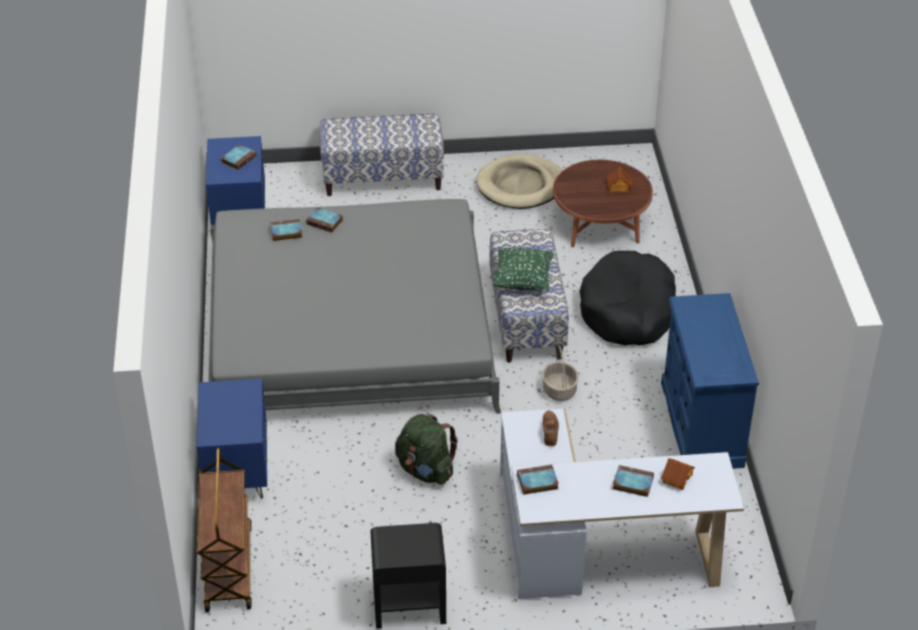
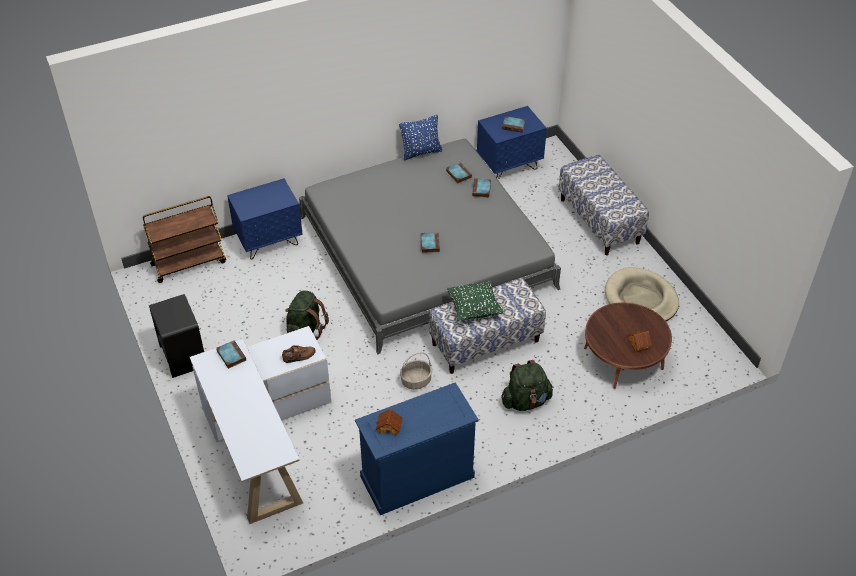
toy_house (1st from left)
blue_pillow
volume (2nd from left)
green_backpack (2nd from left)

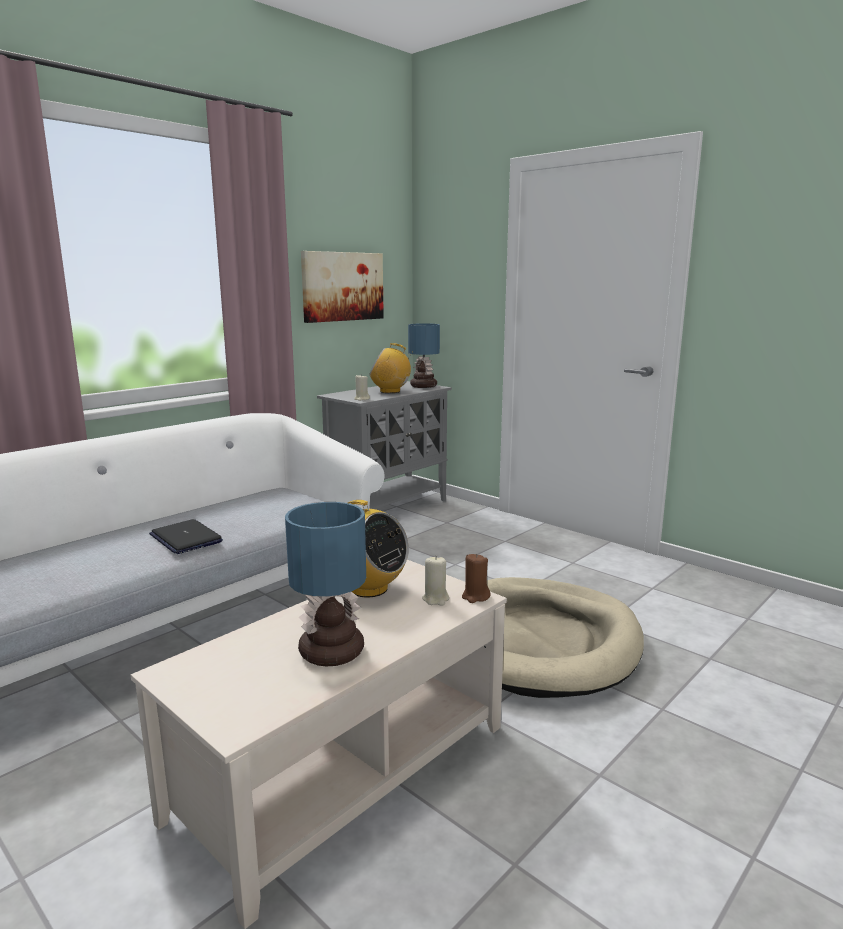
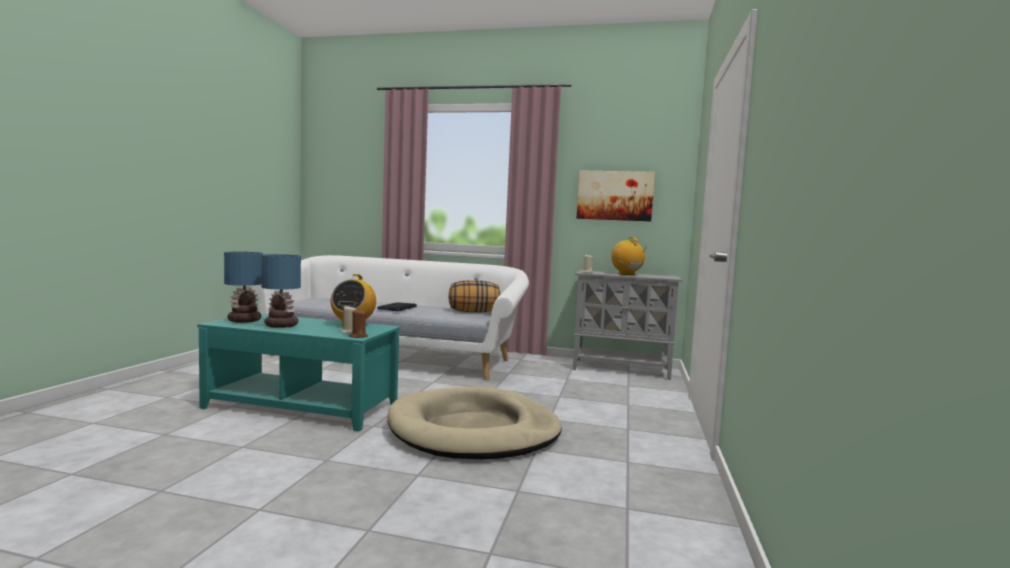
blue-green_coffee_table
lamp_for_a_table (1st from left)
pillow

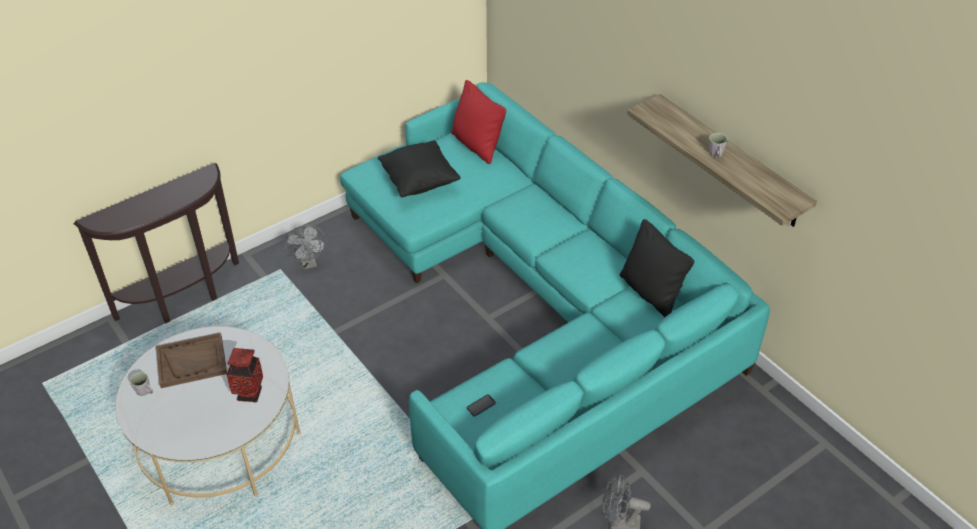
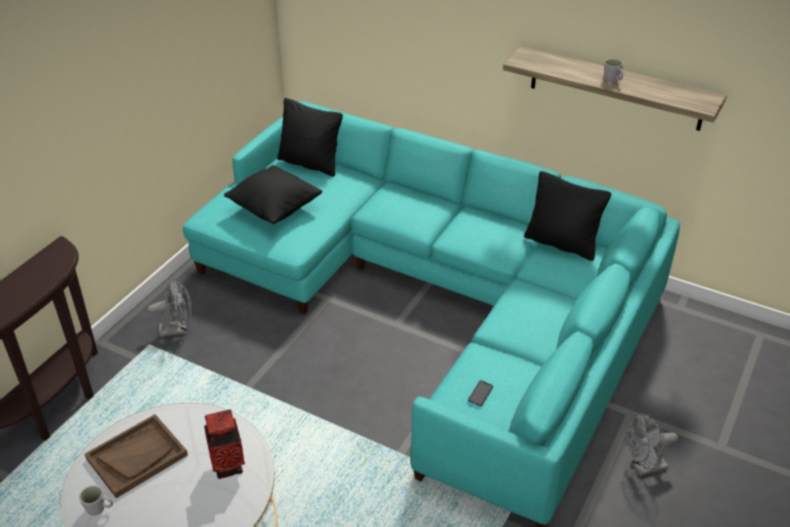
grey_cooling_fan (1st from left)
black-coloured_pillow (2nd from left)

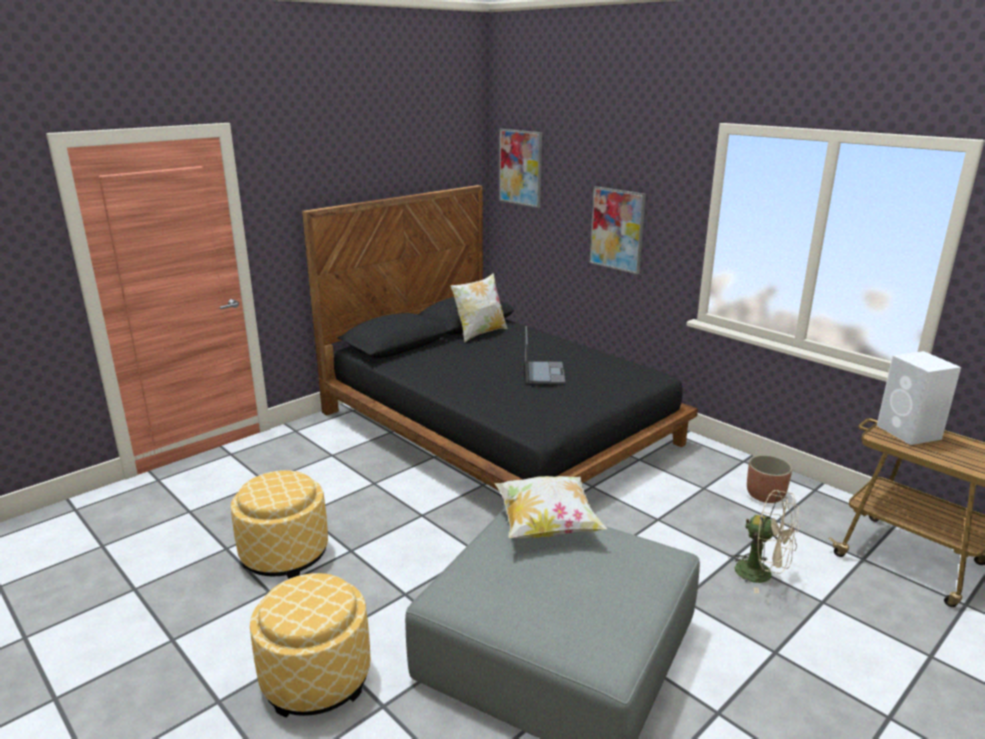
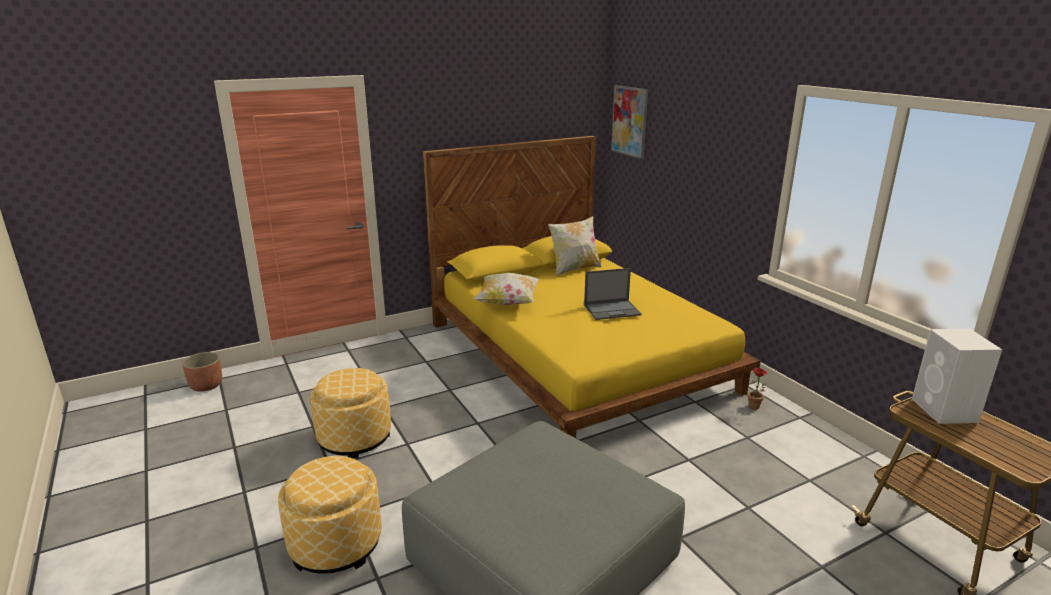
flower_pot
yellow_bed
pillow (1st from left)
laptop
houseplant
picture (2nd from left in the first image)
sand-coloured_cooling_fan

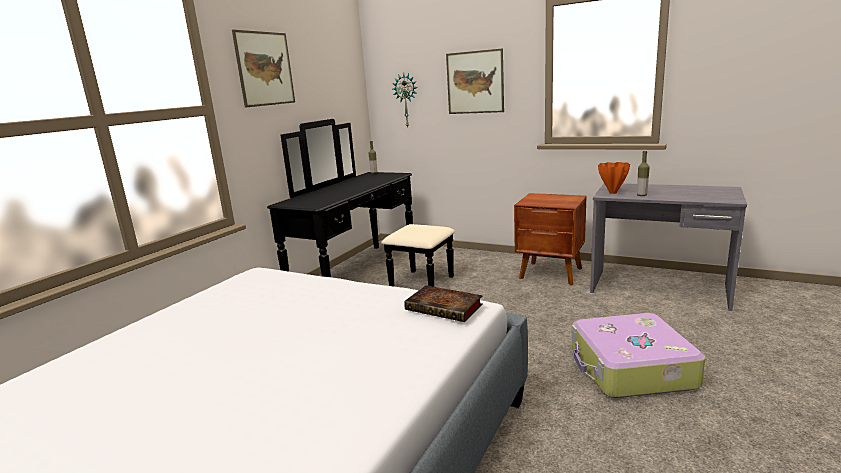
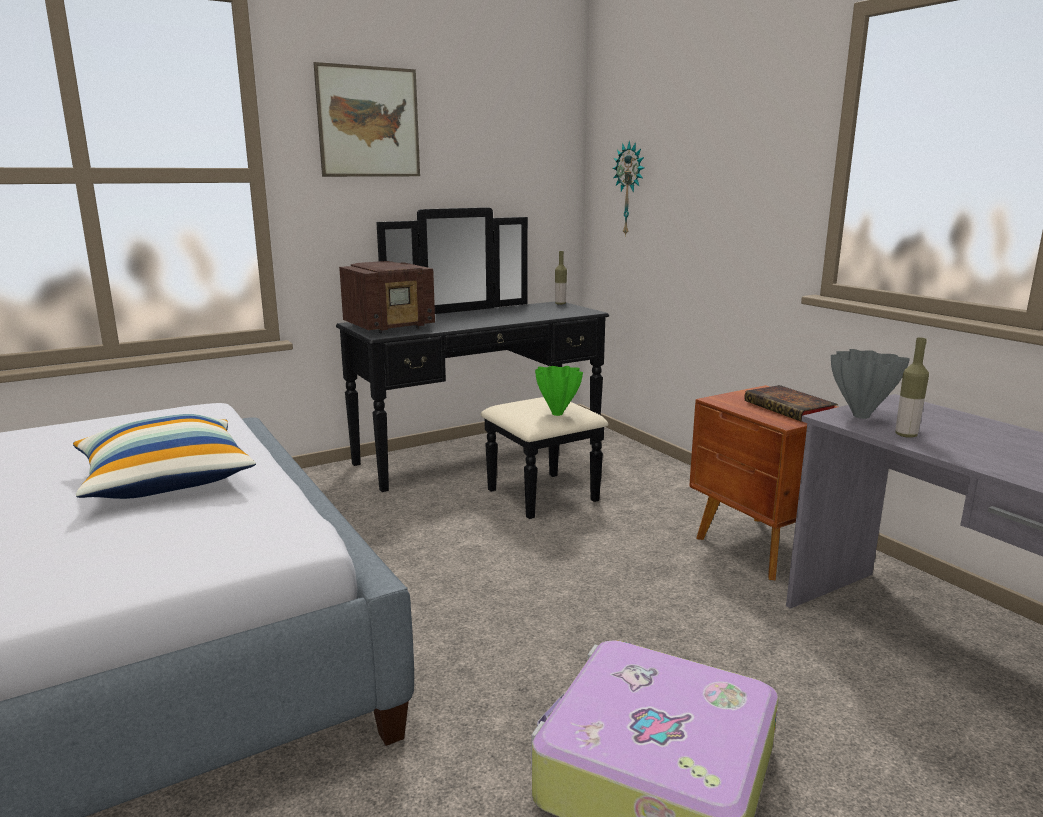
pillow
radio_set
green_vase
volume
grey_vase
picture (2nd from left in the first image)

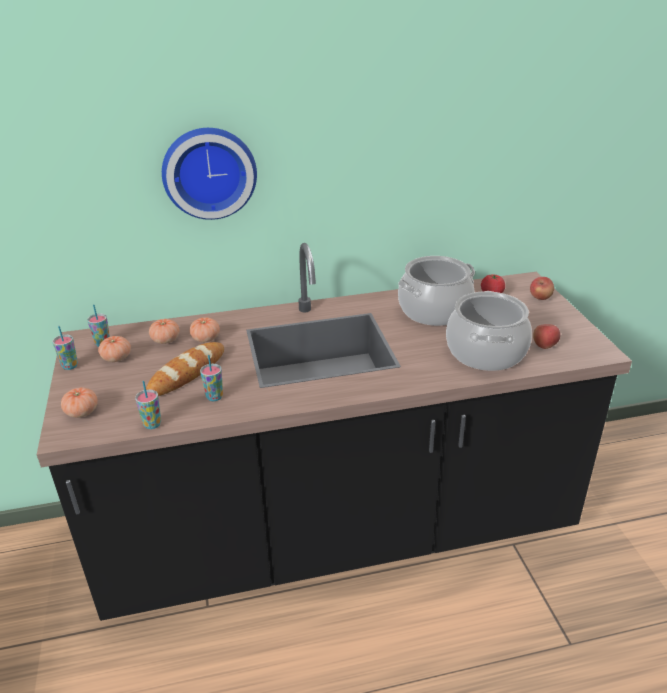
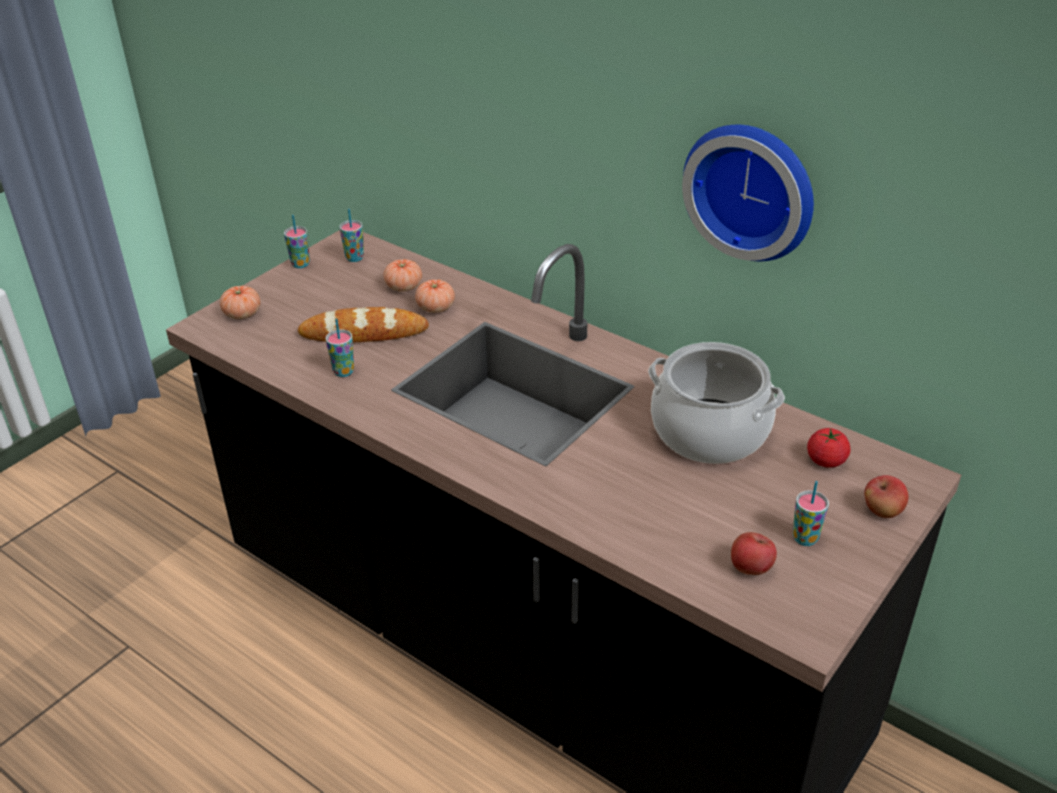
hanging_clock
cup (4th from left)
fresh_tomato (2nd from left in the first image)
saucepot (2nd from left in the first image)

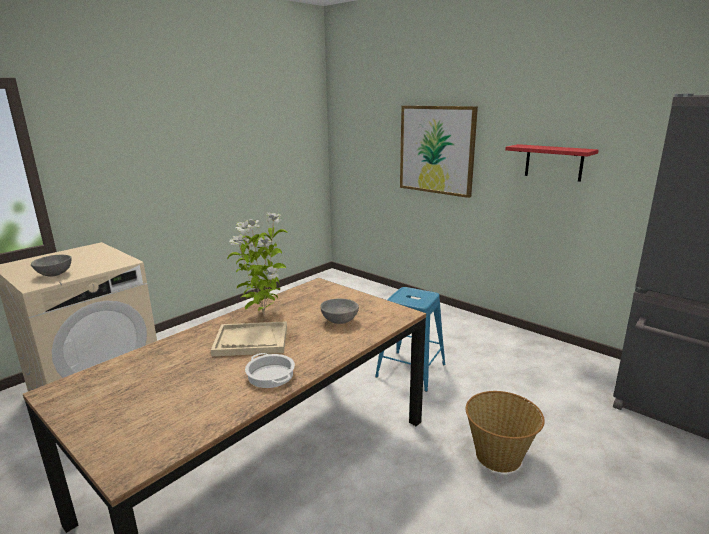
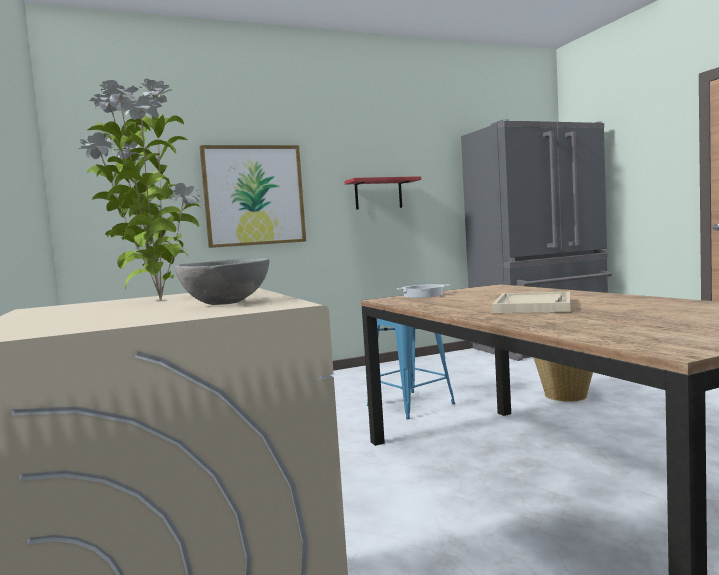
houseplant
saucepot
grey_deep_dish (2nd from left in the first image)

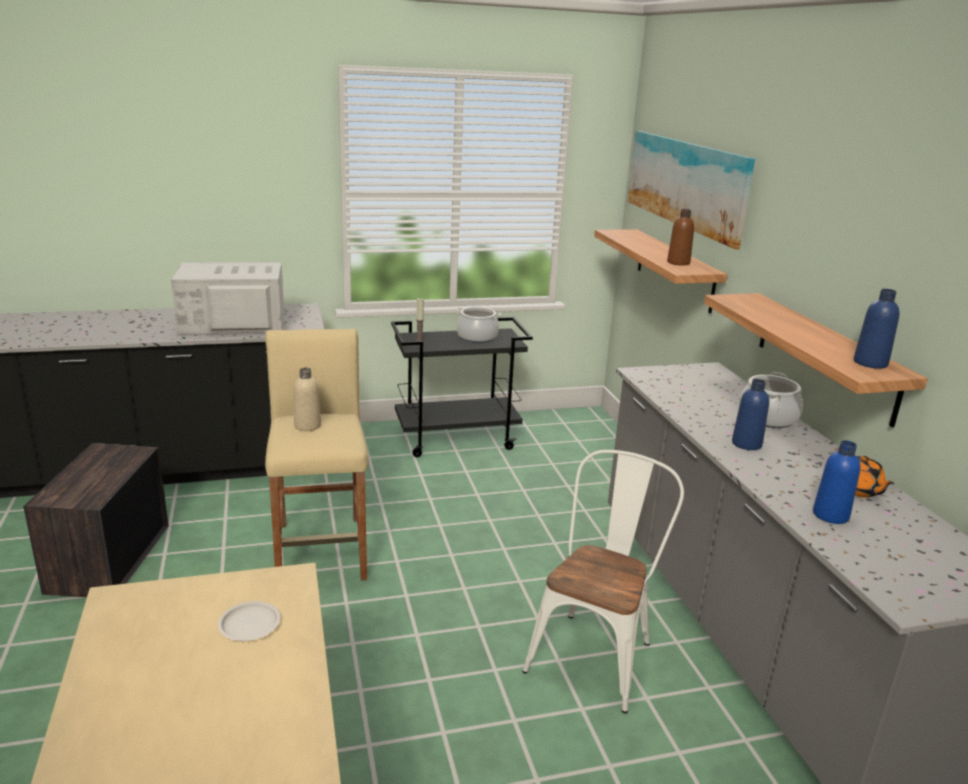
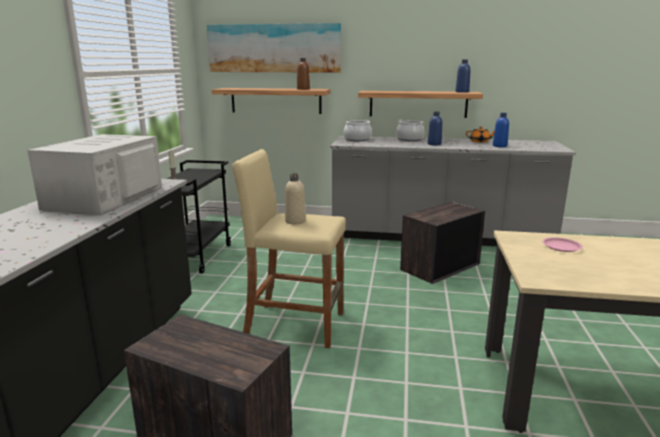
saucepot (1st from left)
shipping_crate (2nd from left)
pink_flat_dish

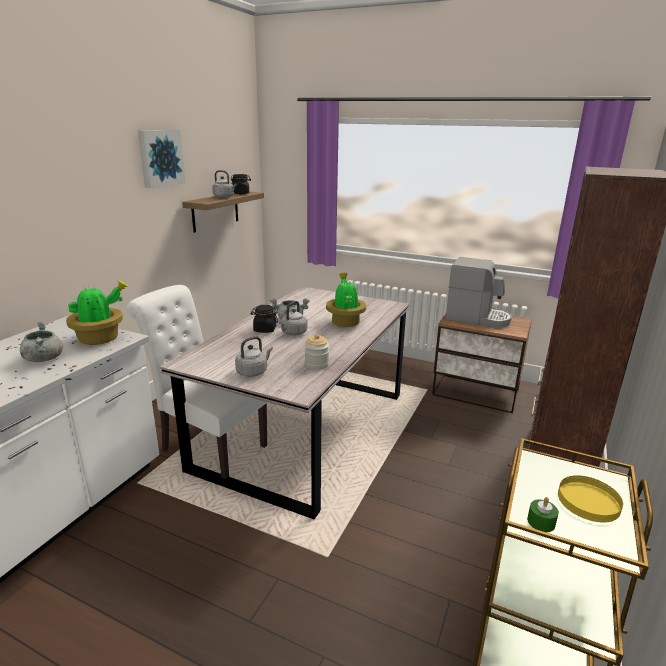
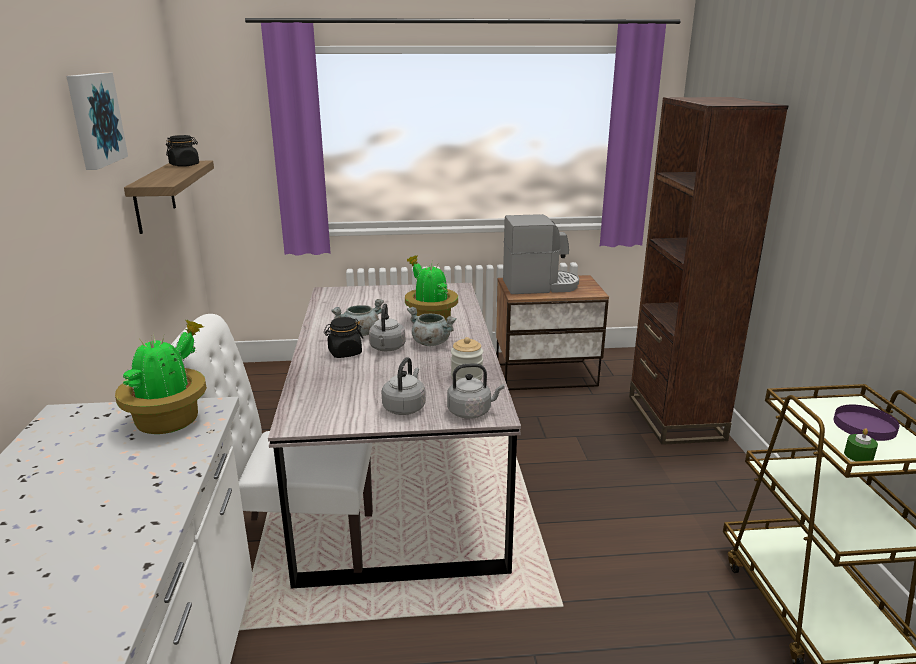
grey_saucepot (2nd from left)
grey_tea_kettle (3rd from left)
purplish_flat_dish

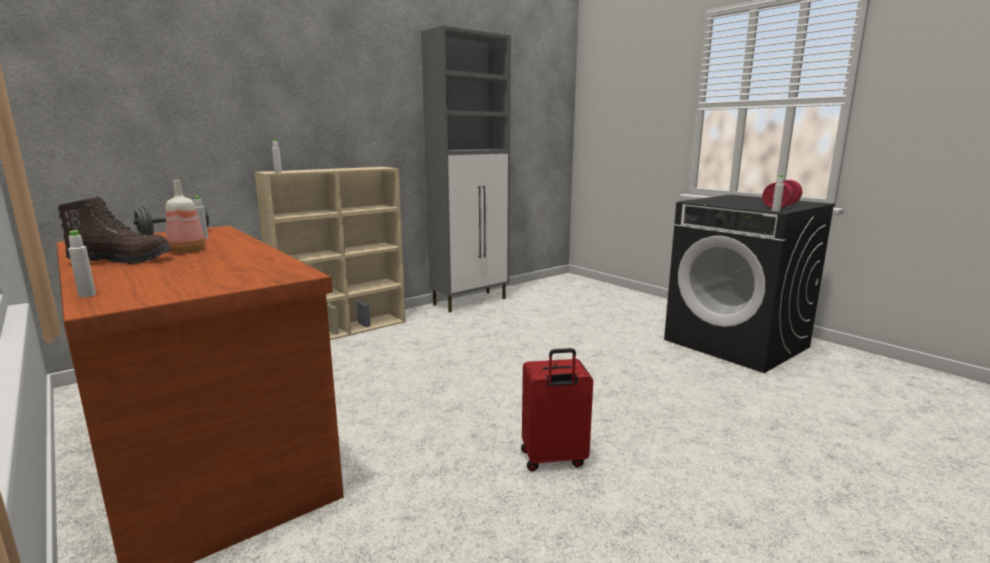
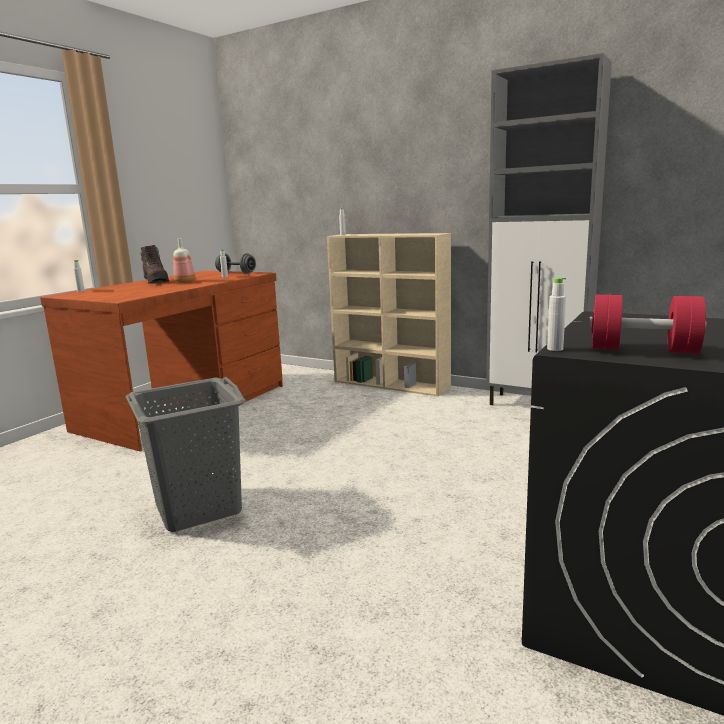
grey_laundry_basket

